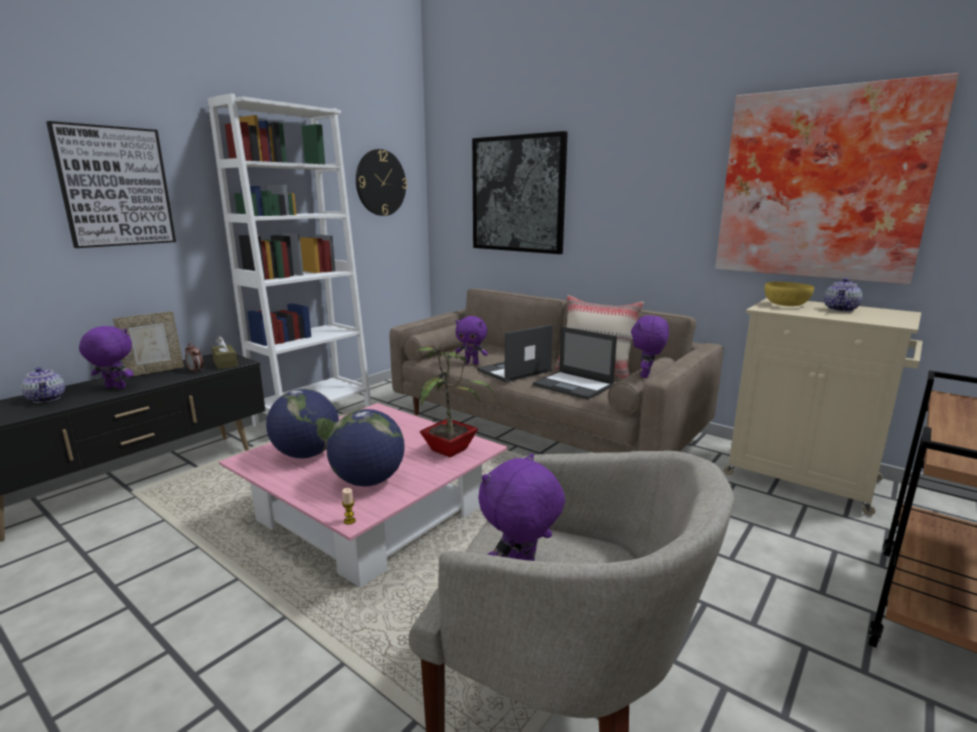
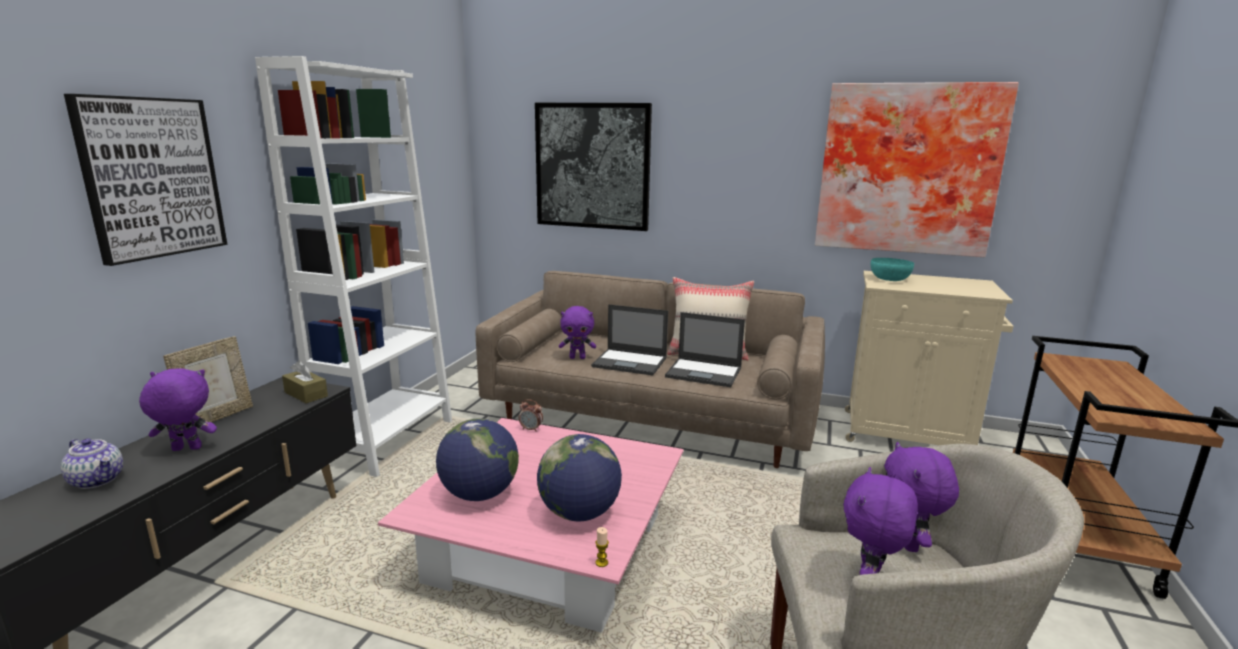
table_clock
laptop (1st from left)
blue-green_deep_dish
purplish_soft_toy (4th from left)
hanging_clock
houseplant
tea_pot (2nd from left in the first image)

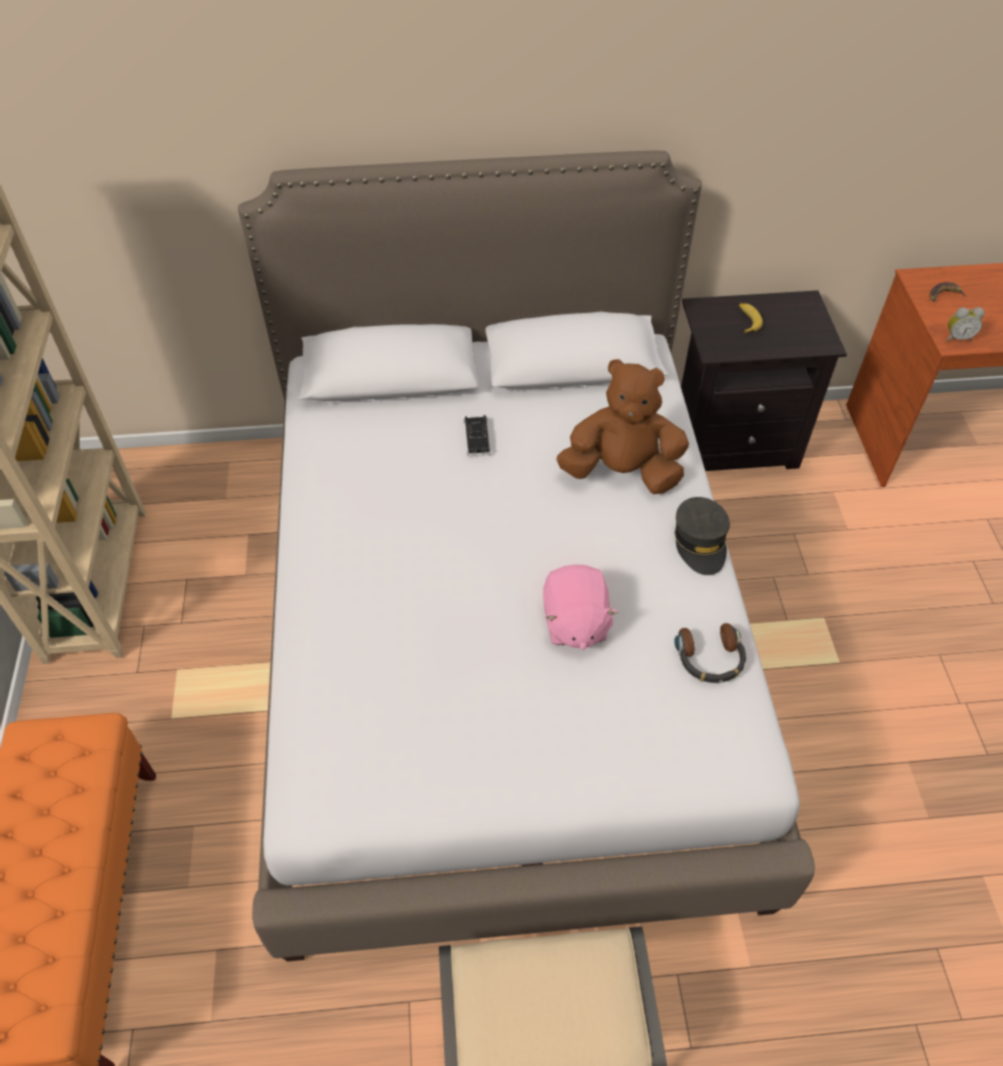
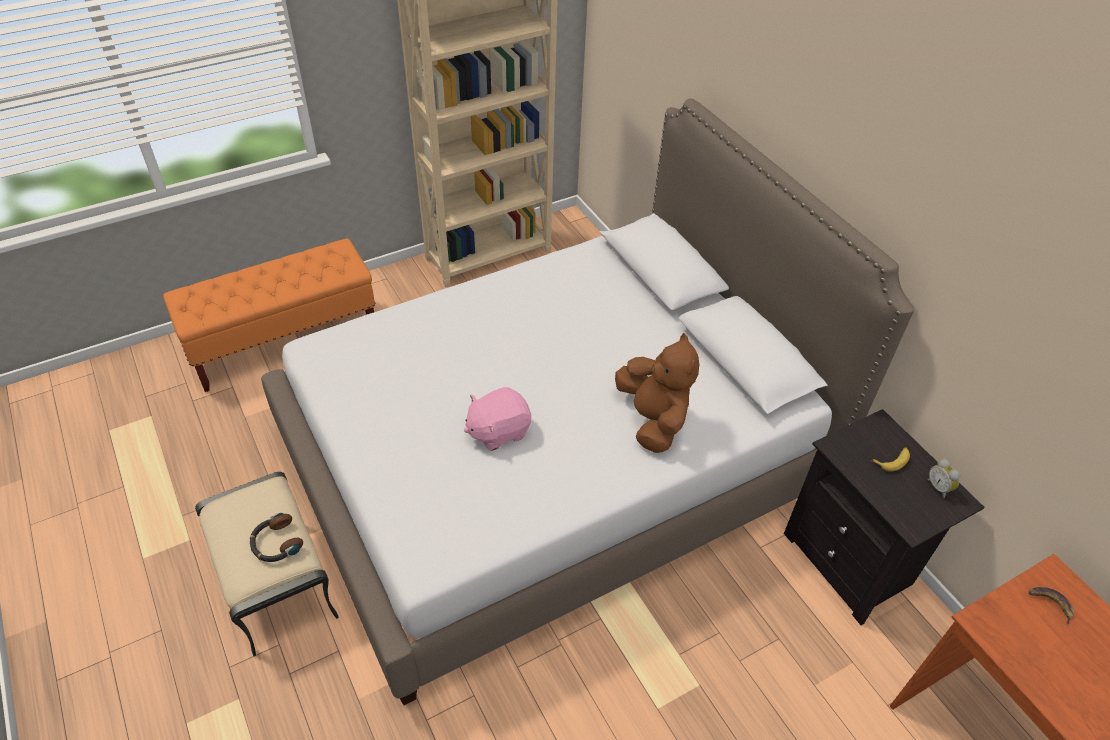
pair_of_headphones
table_clock
black-coloured_miniature_car
grey_baseball_cap

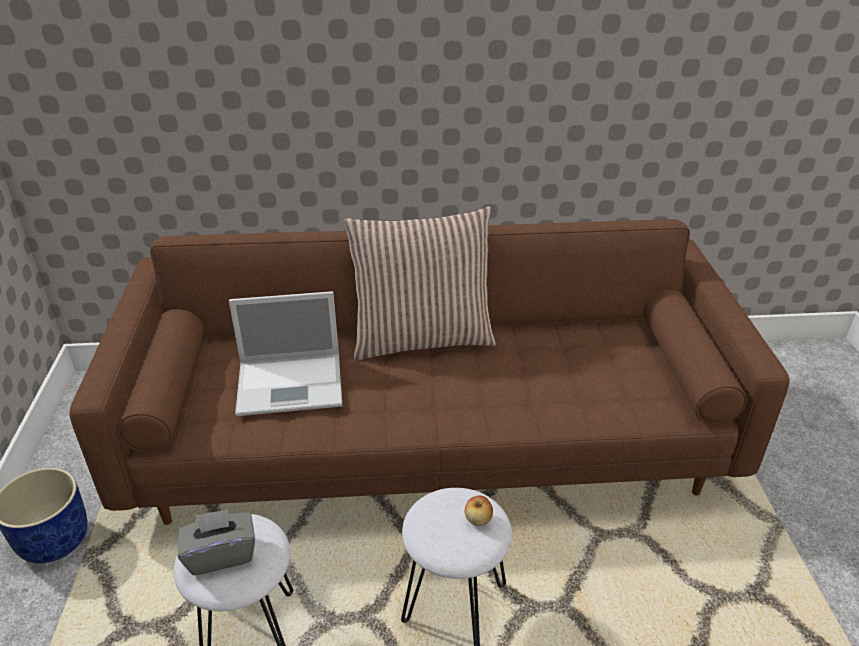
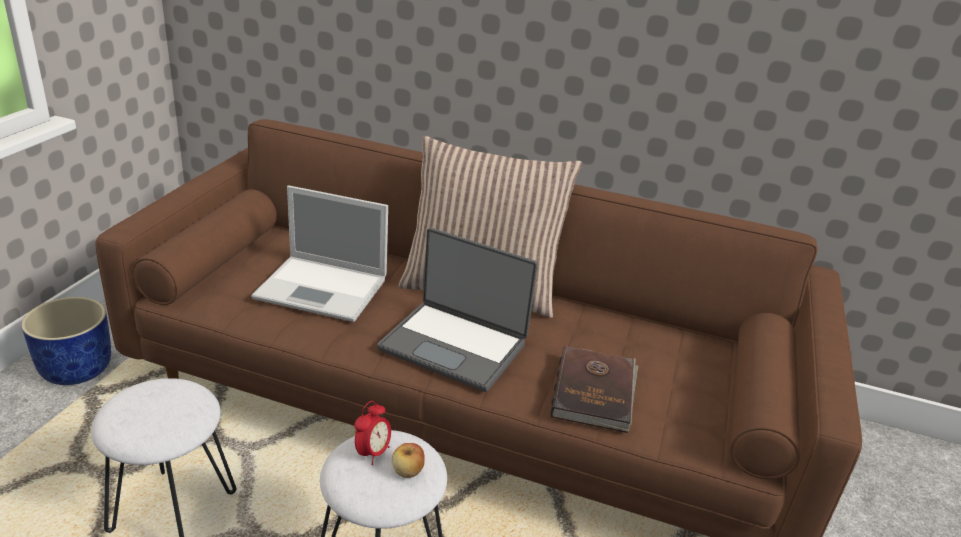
table_clock
laptop (2nd from left)
brown_volume
grey_tissue_box

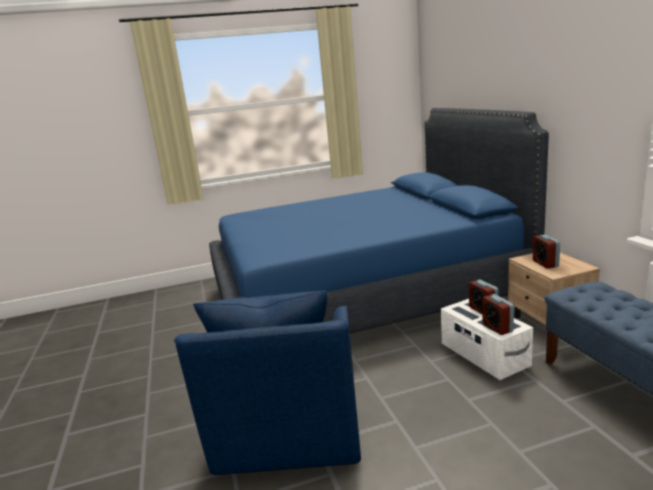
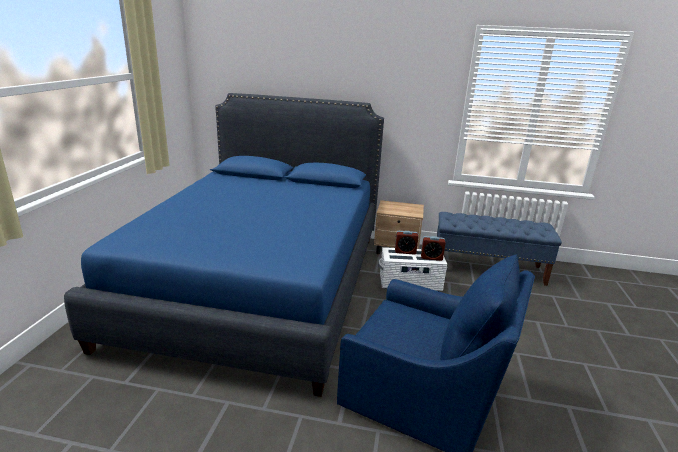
table_clock (3rd from left in the first image)

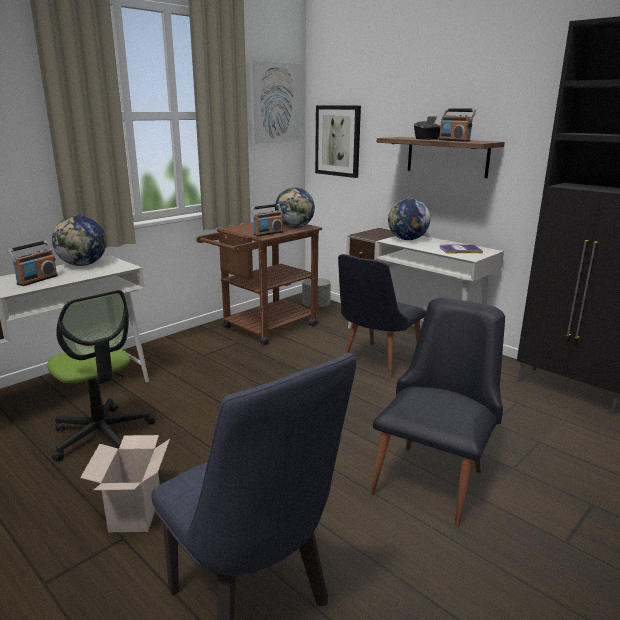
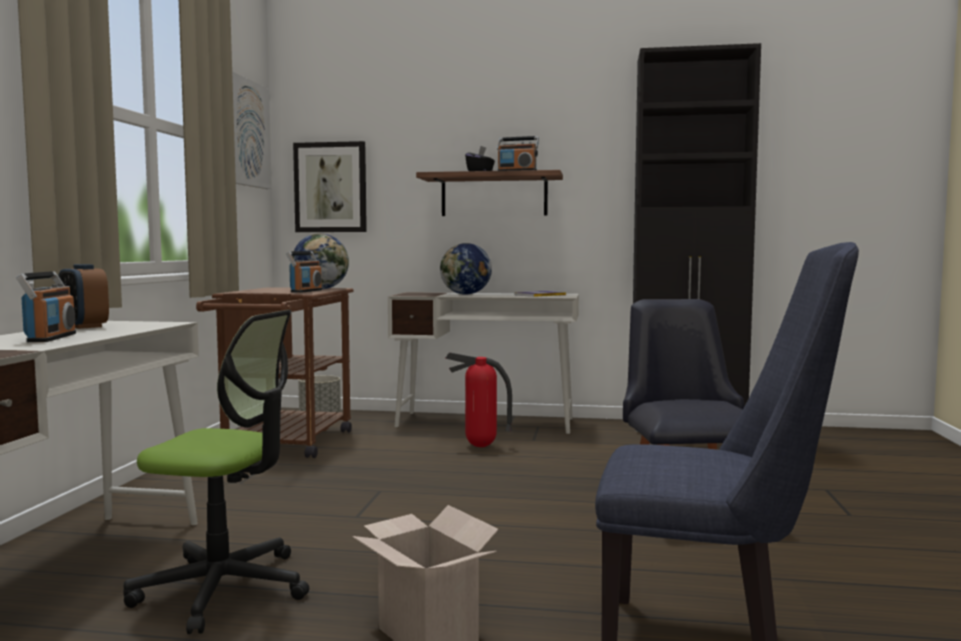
table_clock
extinguisher

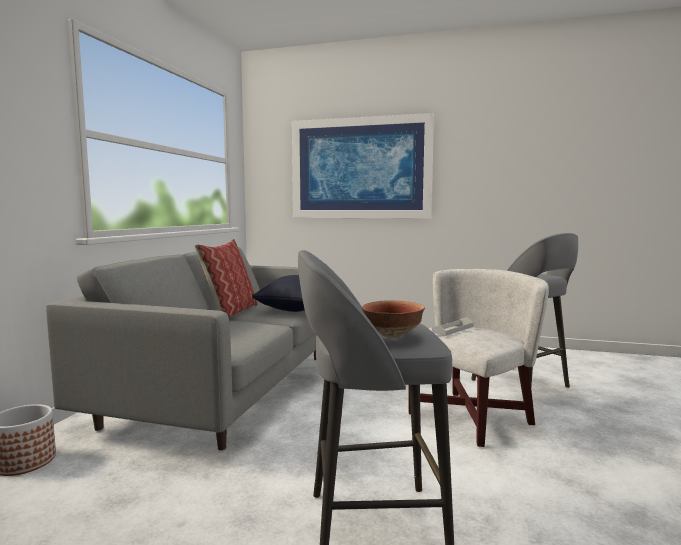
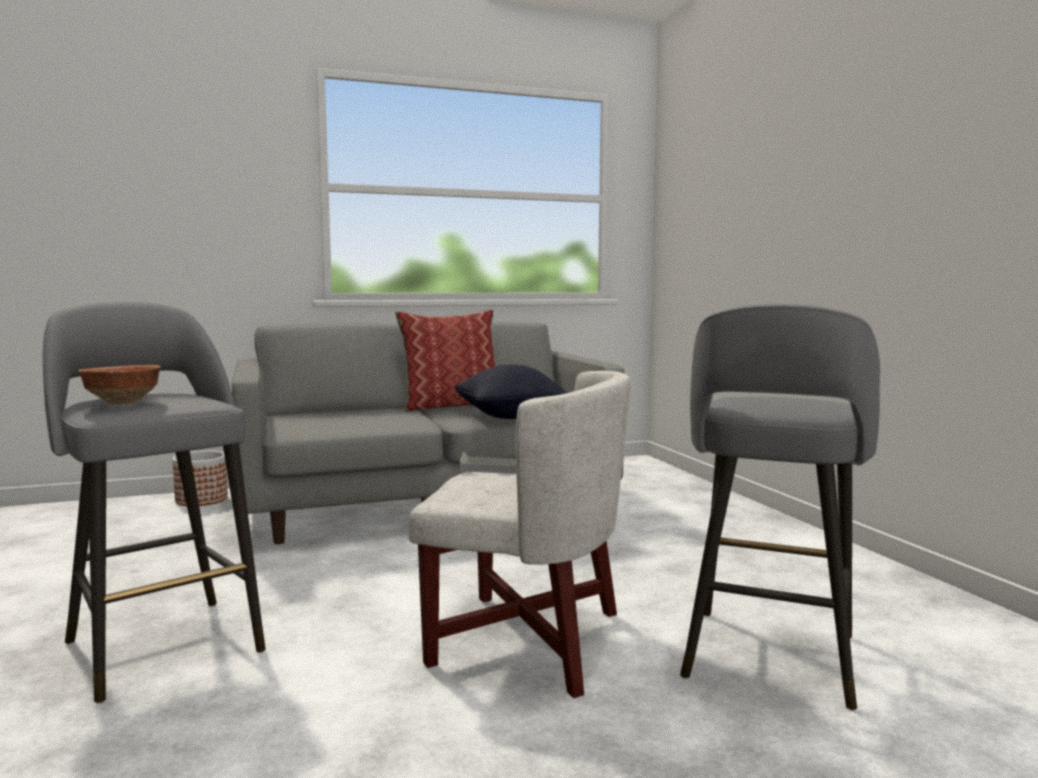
picture

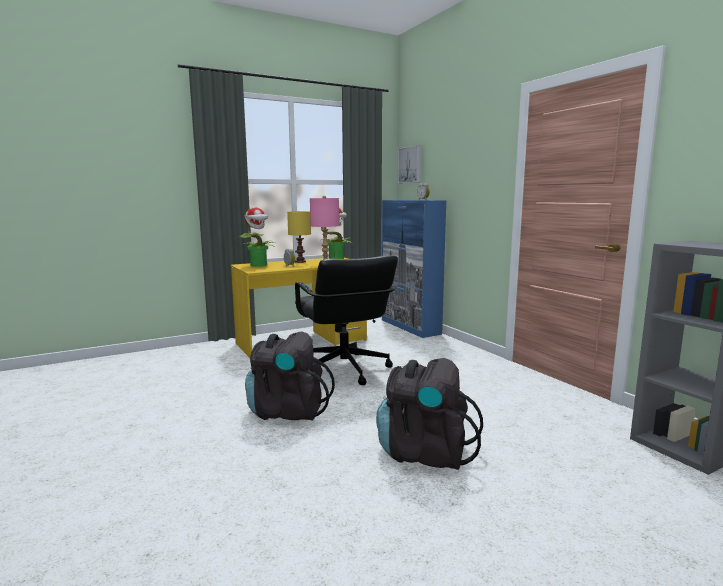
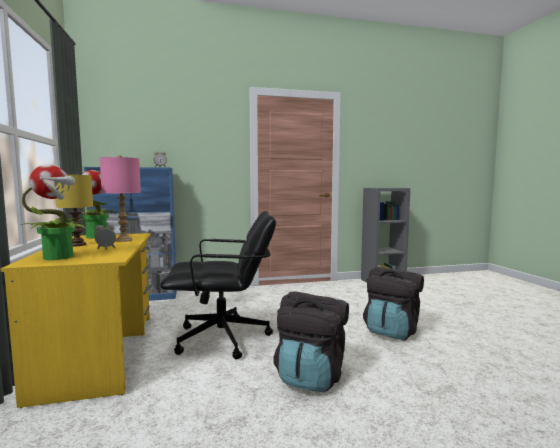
picture

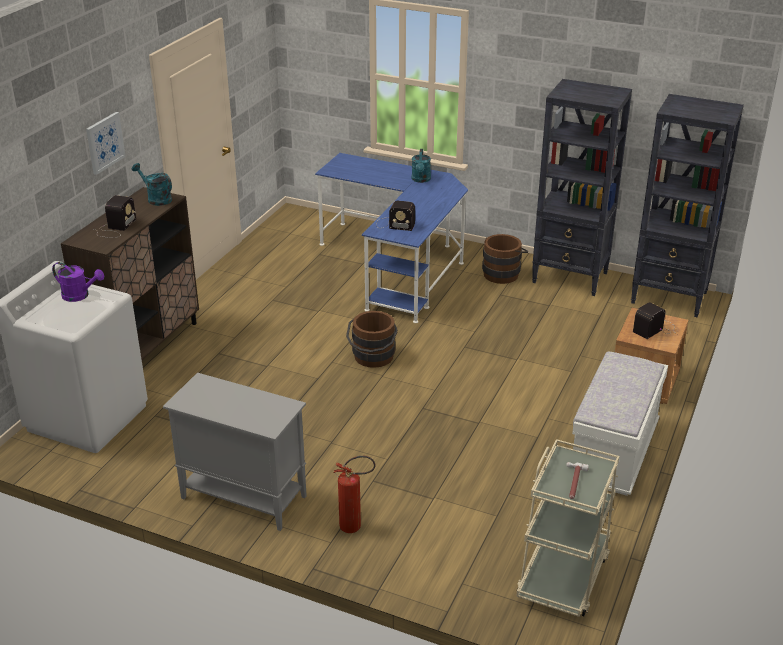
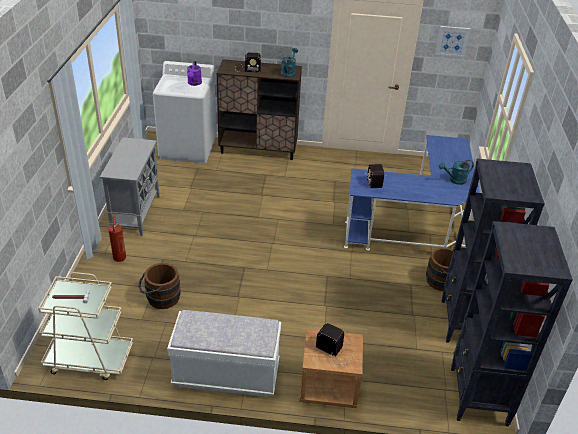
brown_pail (1st from left)
picture

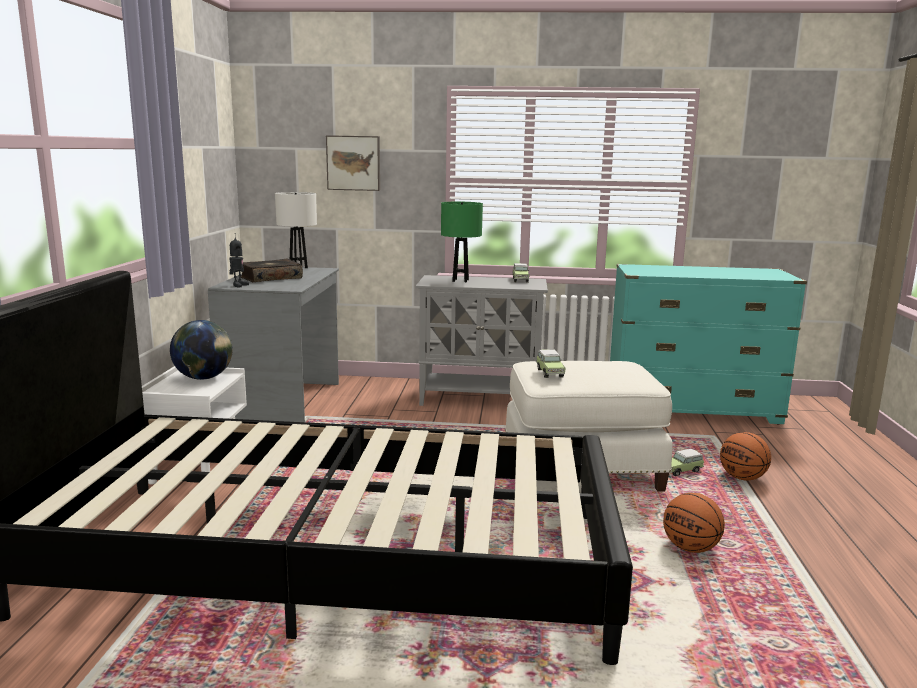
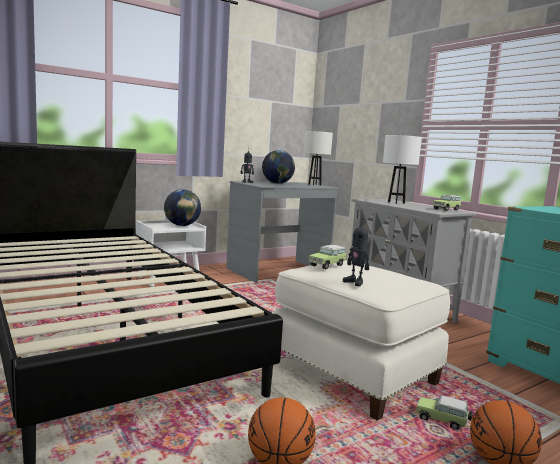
desk_globe (2nd from left)
robot_figure (2nd from left)
white_lamp_for_a_table (2nd from left)
picture

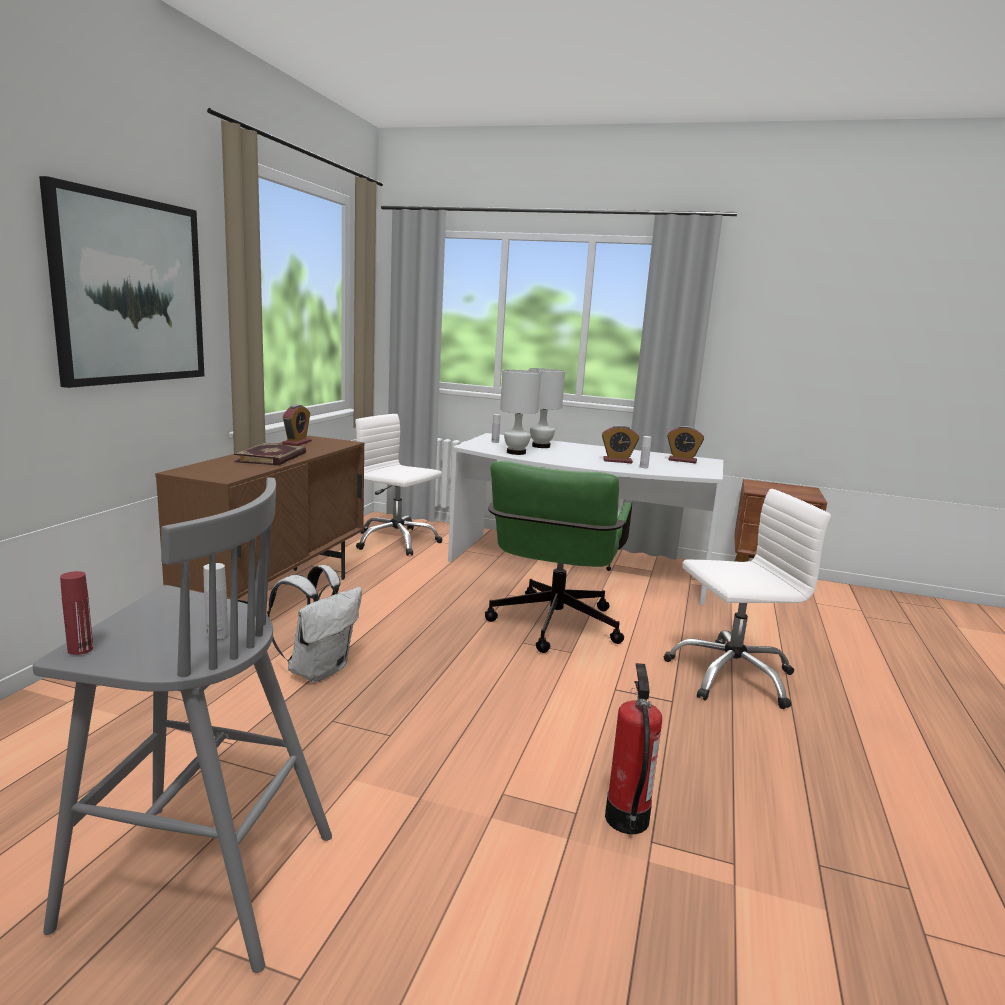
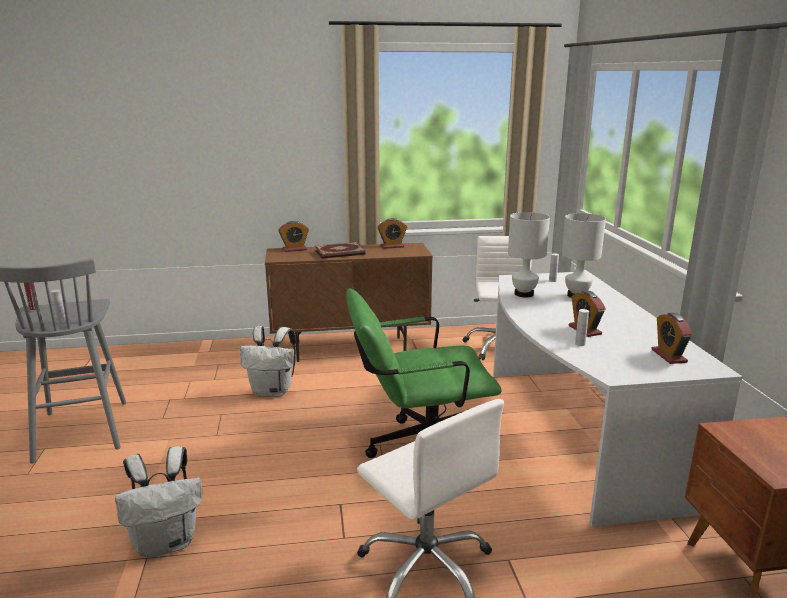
white_backpack (1st from left)
table_clock (1st from left)
picture

